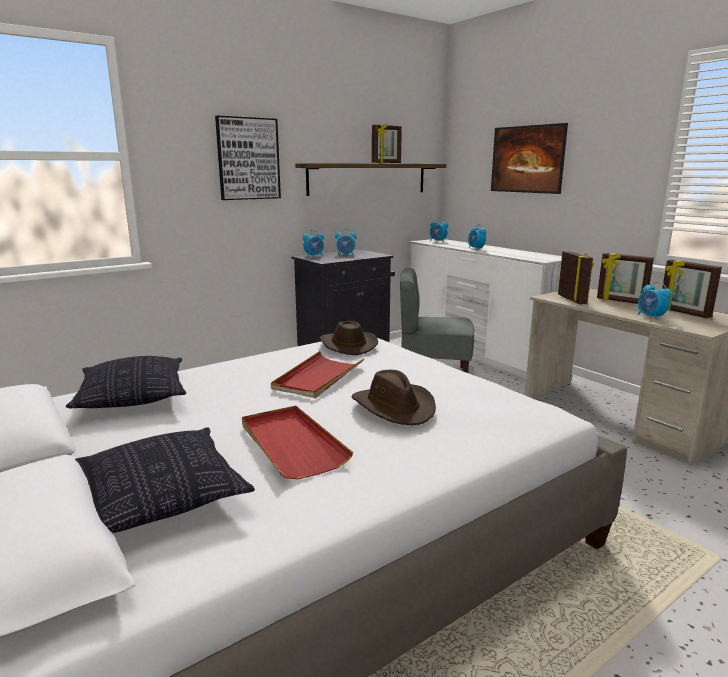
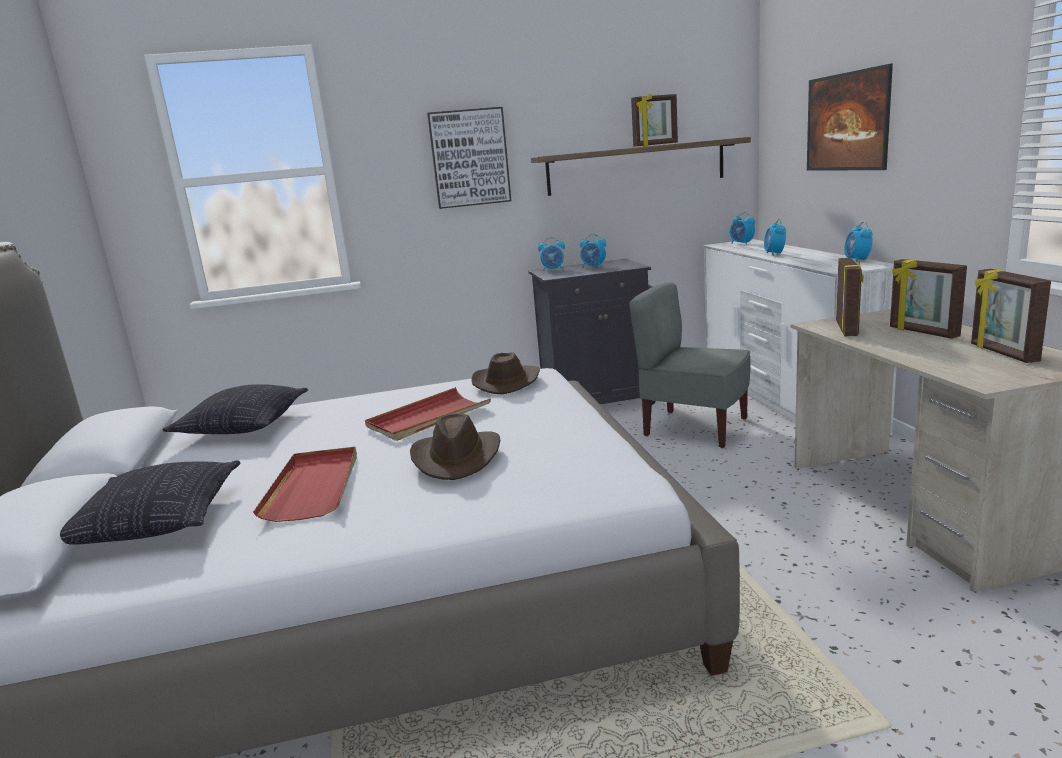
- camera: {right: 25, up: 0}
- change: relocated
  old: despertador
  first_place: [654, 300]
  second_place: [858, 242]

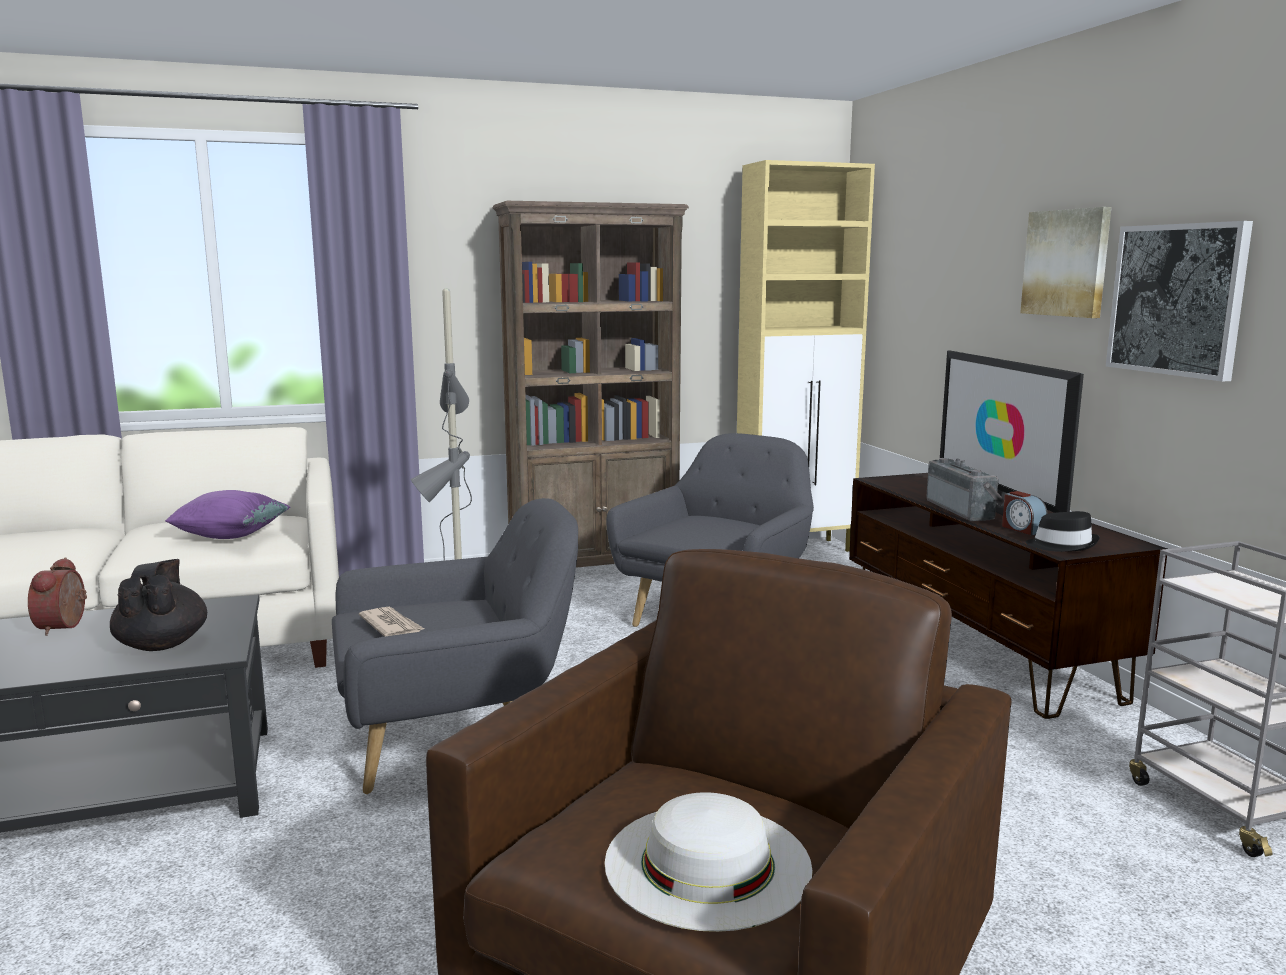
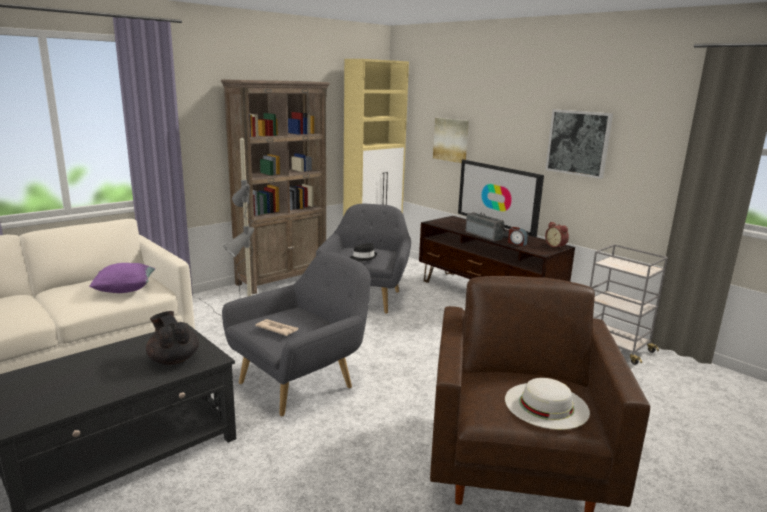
- camera: {right: -25, up: 5}
- change: relocated
  old: cuadro
  first_place: [1066, 262]
  second_place: [451, 140]
- change: relocated
  old: sombrero (negro)
  first_place: [1063, 531]
  second_place: [363, 252]
- change: relocated
  old: despertador
  first_place: [57, 596]
  second_place: [557, 235]

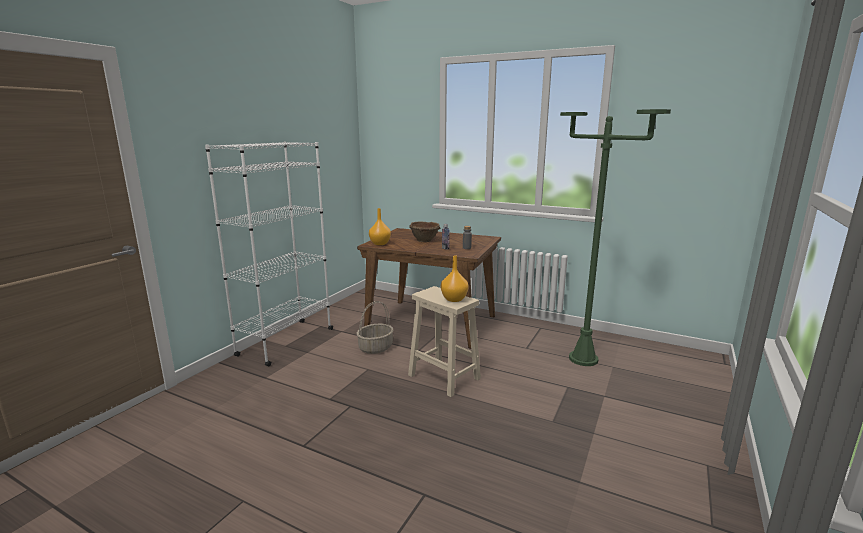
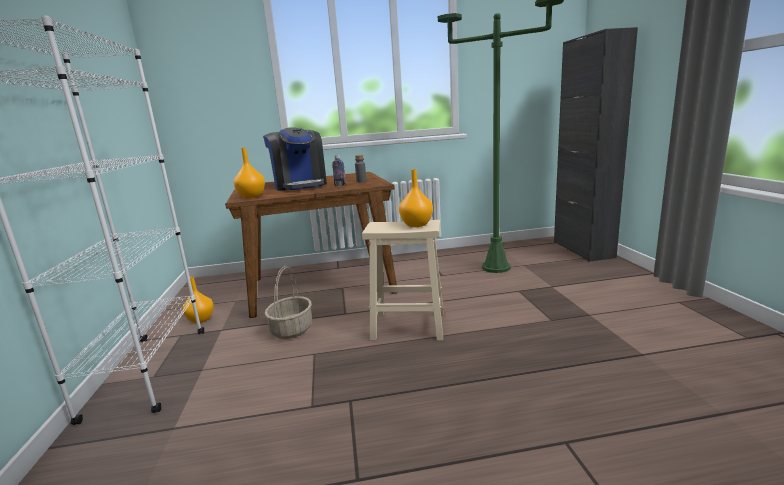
- camera: {right: -35, up: 0}
- change: exchanged
  old: cuenco (marrón)
  new: cafetera
  first_place: [424, 231]
  second_place: [295, 159]
- change: appeared
  new: armario (negro)
  second_place: [596, 144]
- change: appeared
  new: florero (naranja)
  second_place: [198, 300]

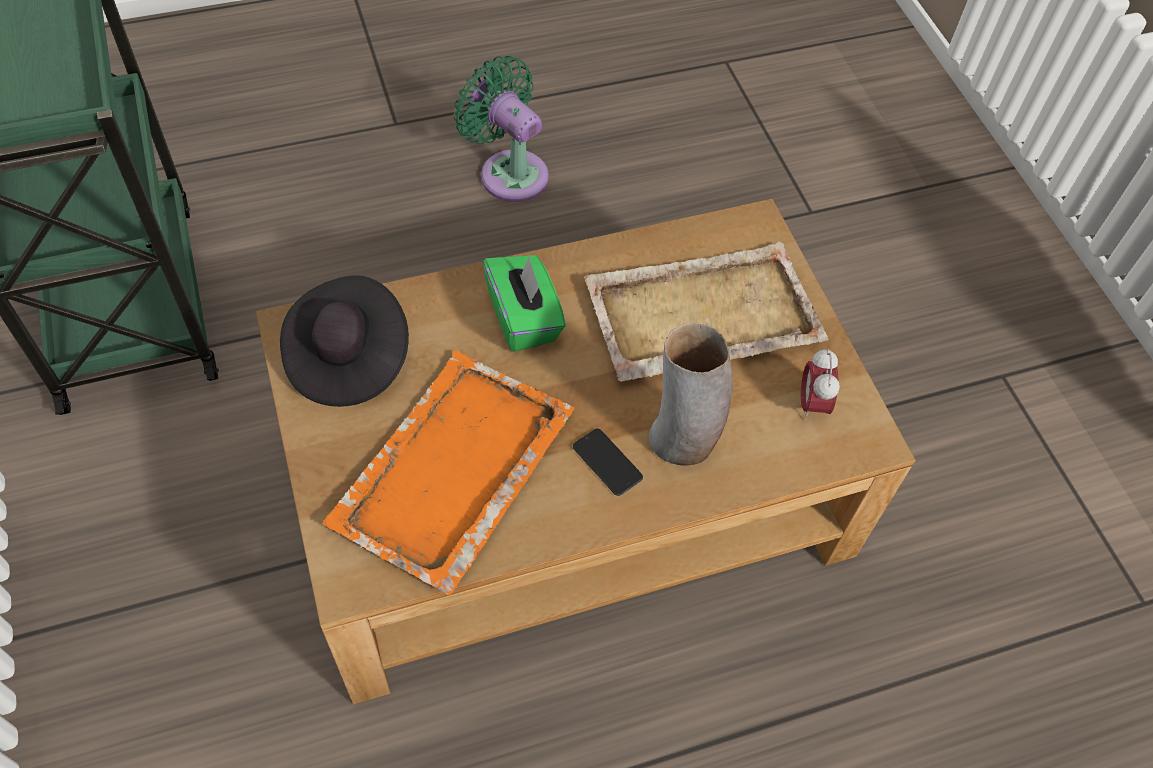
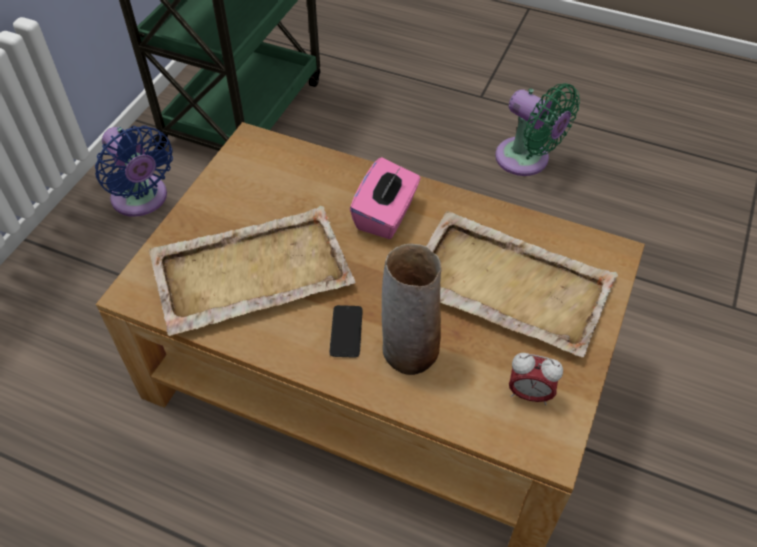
- camera: {right: 45, up: -5}
- change: spun
  old: ventilador (verde)
  first_place: [501, 129]
  second_place: [537, 129]
  degrees: 135
- change: colour
  old: caja de pañuelos (verde)
  new: caja de pañuelos (rosa)
  first_place: [524, 303]
  second_place: [385, 198]
- change: missing
  old: sombrero (negro)
  first_place: [344, 341]
- change: spun
  old: despertador
  first_place: [820, 384]
  second_place: [536, 379]
  degrees: -120
- change: colour
  old: bandeja (naranja)
  new: bandeja (beis)
  first_place: [448, 473]
  second_place: [252, 271]
- change: appeared
  new: ventilador (azul)
  second_place: [134, 171]

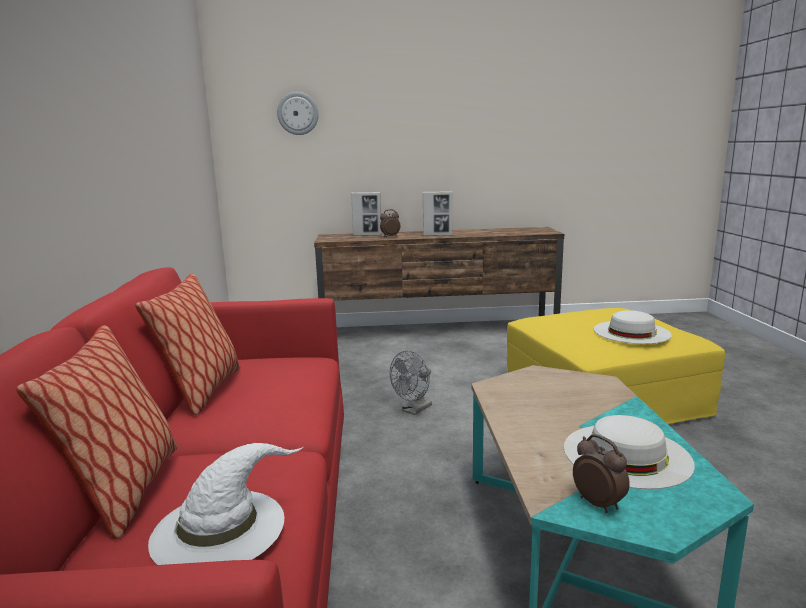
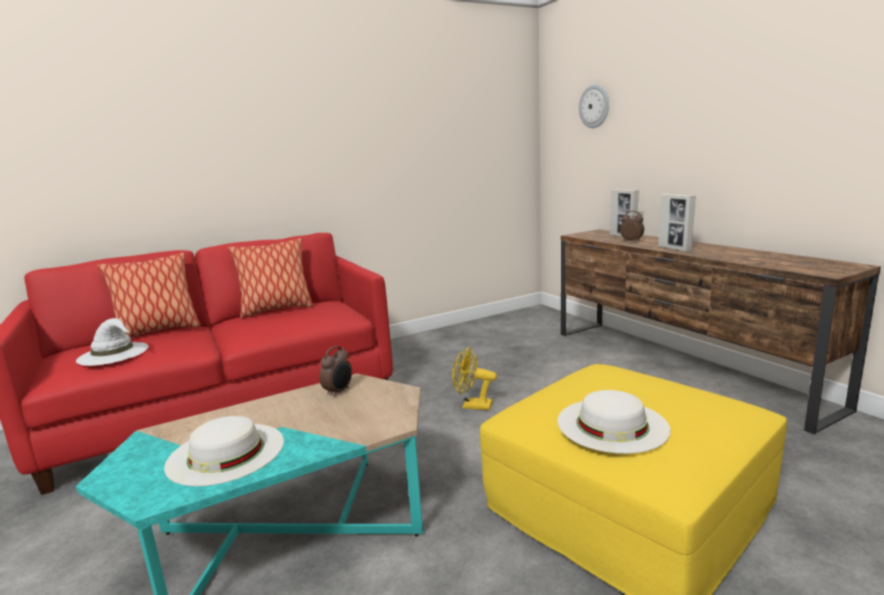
- camera: {right: 65, up: 0}
- change: colour
  old: ventilador (gris)
  new: ventilador (amarillo)
  first_place: [411, 383]
  second_place: [474, 378]
- change: relocated
  old: despertador
  first_place: [601, 473]
  second_place: [335, 371]

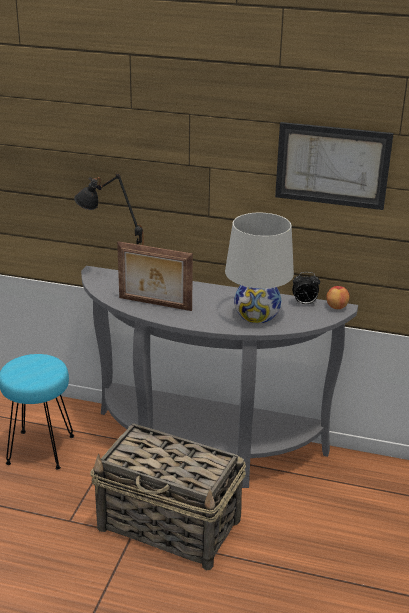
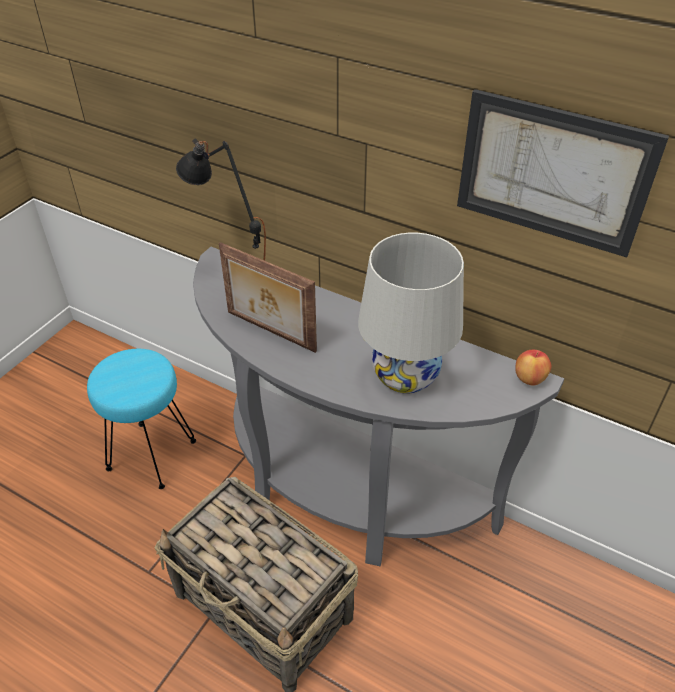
- camera: {right: 15, up: 15}
- change: missing
  old: despertador
  first_place: [306, 288]

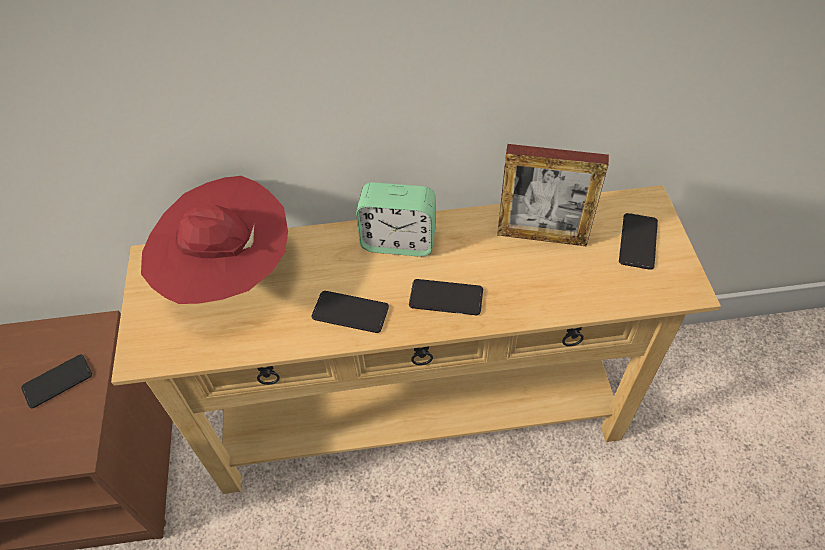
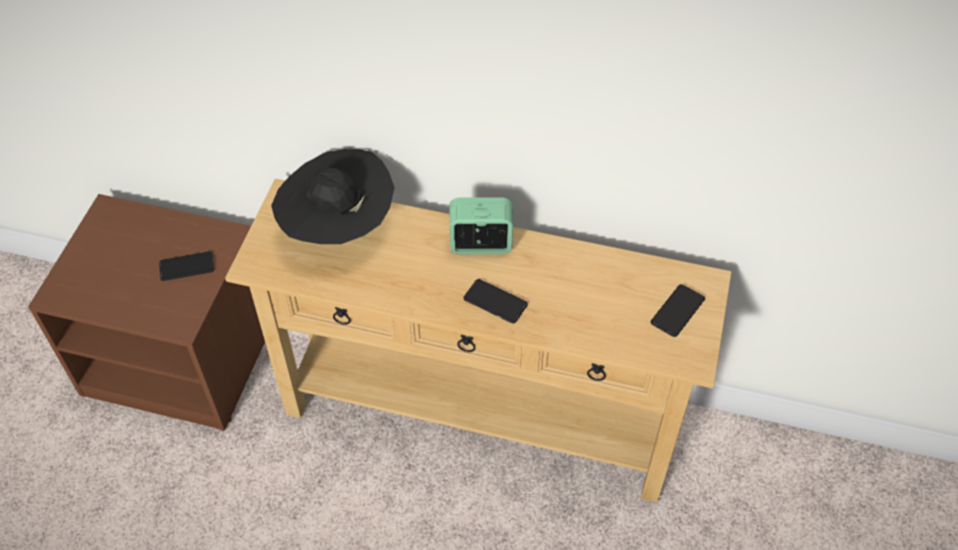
- camera: {right: 20, up: 0}
- change: missing
  old: portarretratos
  first_place: [553, 195]
- change: colour
  old: sombrero (rojo)
  new: sombrero (negro)
  first_place: [214, 240]
  second_place: [333, 196]
- change: spun
  old: despertador
  first_place: [396, 219]
  second_place: [481, 225]
  degrees: 150
- change: missing
  old: móvil
  first_place: [350, 312]

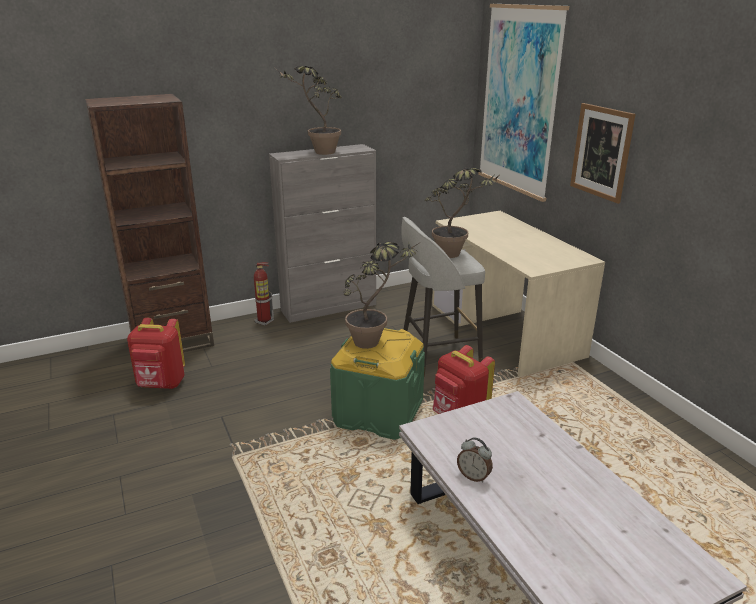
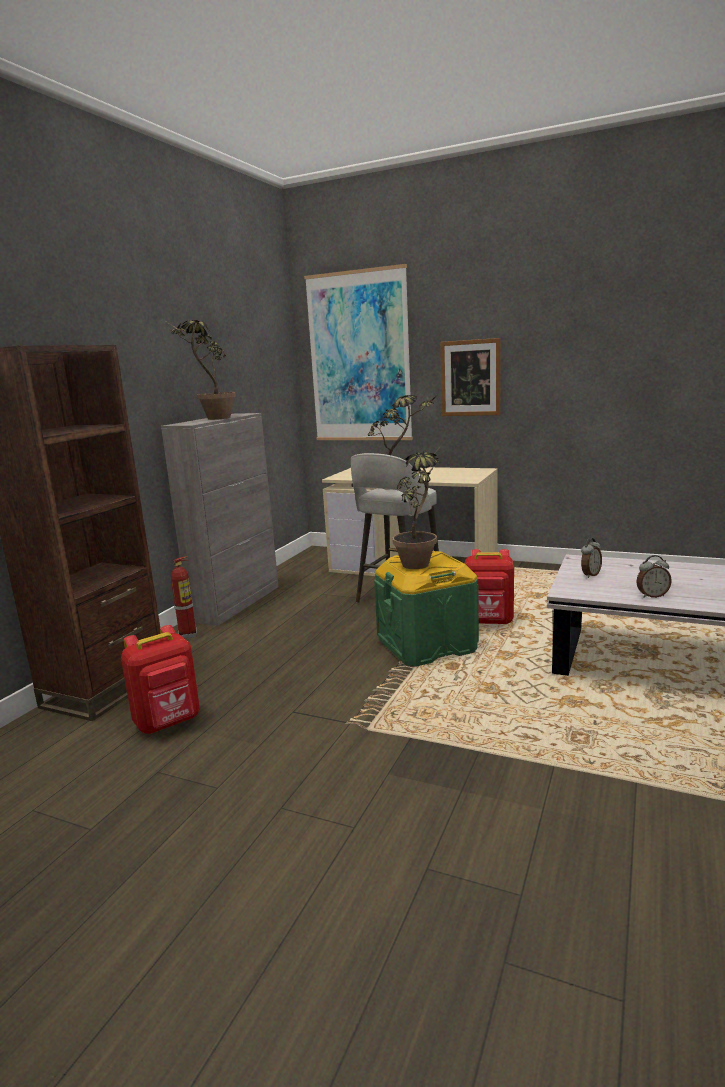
- camera: {right: -40, up: -10}
- change: appeared
  new: despertador
  second_place: [591, 558]

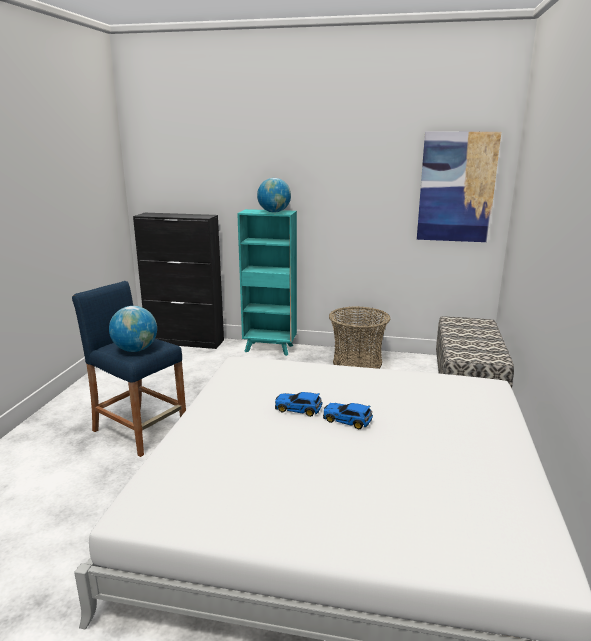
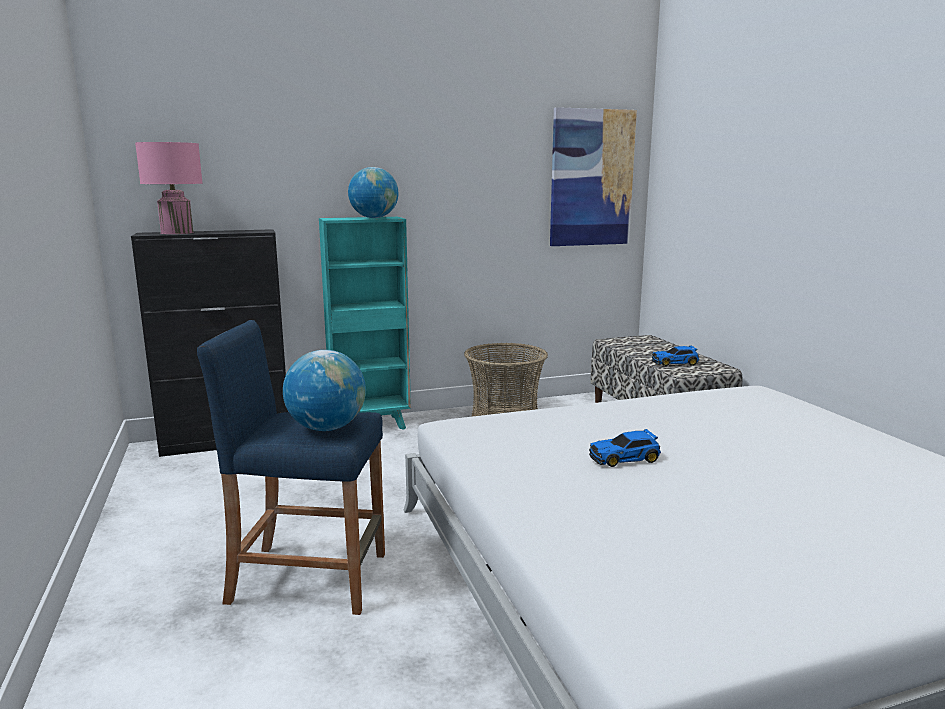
- camera: {right: -30, up: -5}
- change: relocated
  old: coche de juguete
  first_place: [348, 416]
  second_place: [675, 355]
- change: appeared
  new: lámpara de mesa (rosa)
  second_place: [169, 188]

